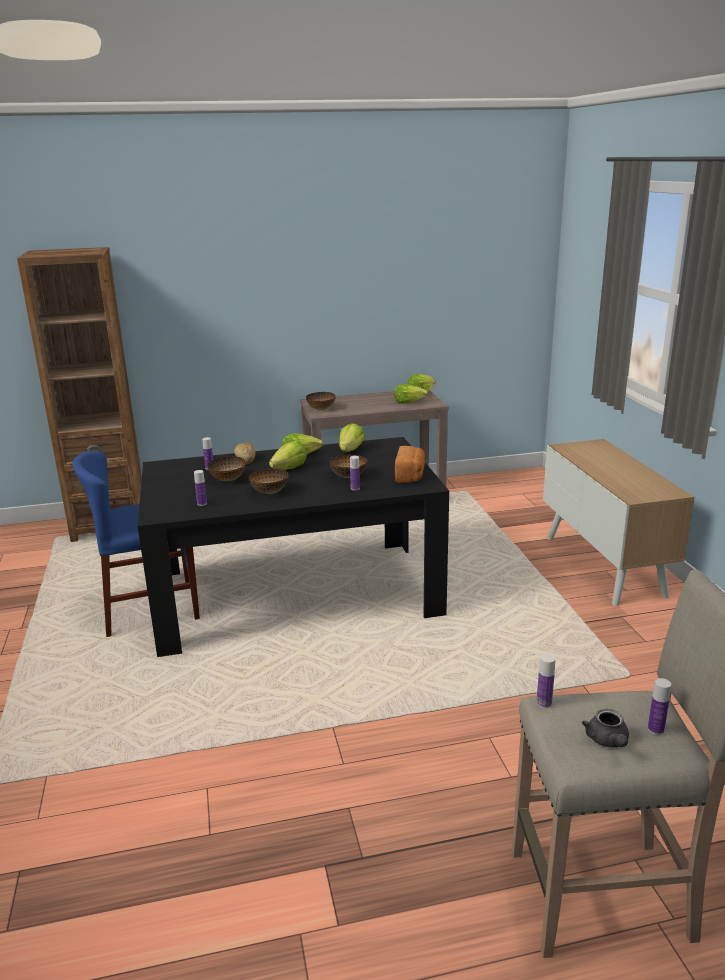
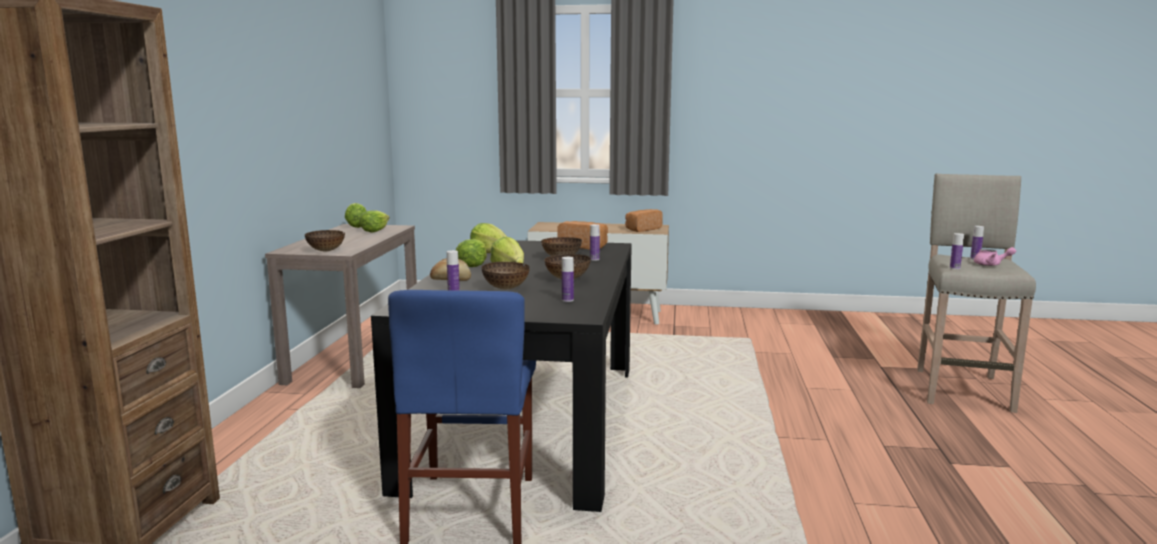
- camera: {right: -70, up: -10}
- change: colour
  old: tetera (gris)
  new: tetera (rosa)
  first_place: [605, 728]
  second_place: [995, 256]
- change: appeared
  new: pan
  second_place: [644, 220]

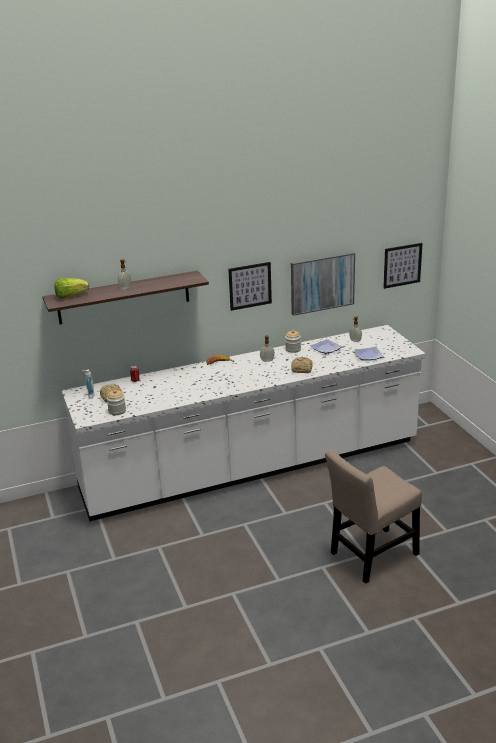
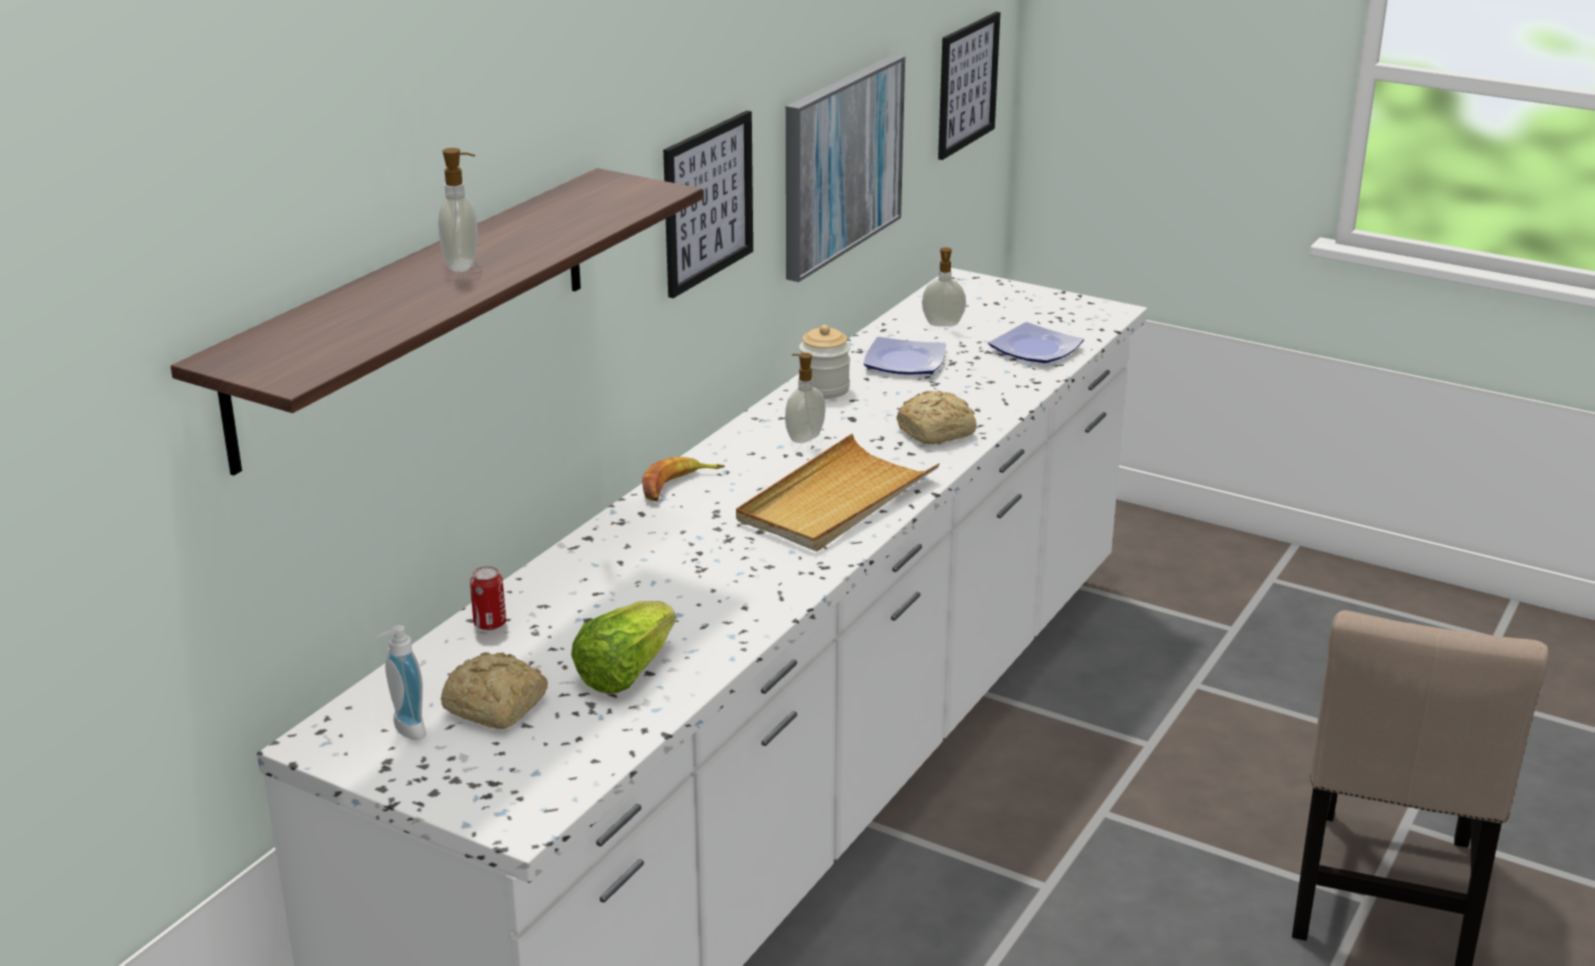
- camera: {right: -40, up: 0}
- change: relocated
  old: lechuga
  first_place: [71, 288]
  second_place: [623, 647]
- change: missing
  old: tarro
  first_place: [116, 402]
- change: appeared
  new: bandeja (beis)
  second_place: [837, 492]

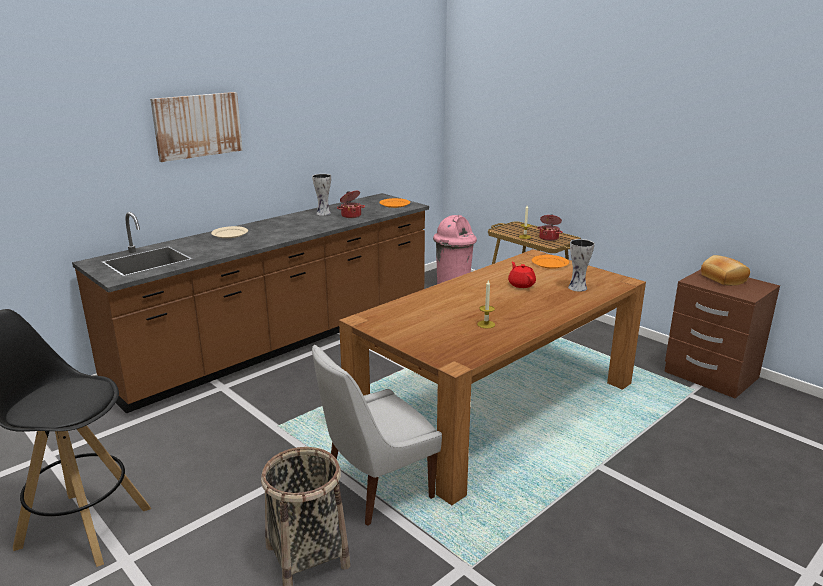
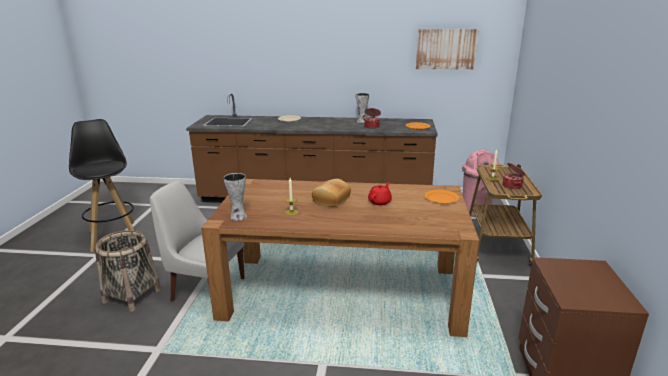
- camera: {right: 50, up: 0}
- change: relocated
  old: cuadro
  first_place: [196, 127]
  second_place: [447, 49]
- change: relocated
  old: florero
  first_place: [581, 265]
  second_place: [235, 197]
- change: relocated
  old: pan
  first_place: [725, 270]
  second_place: [331, 193]

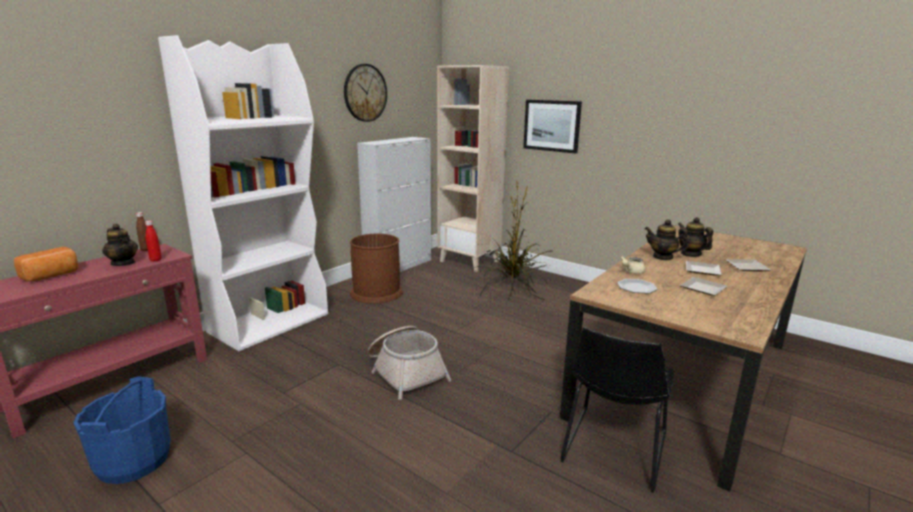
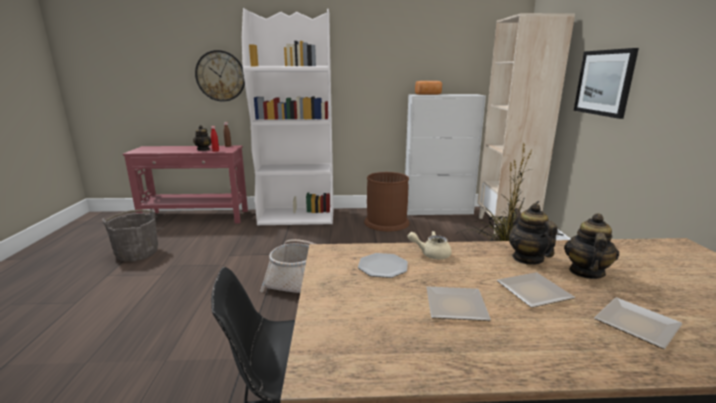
- camera: {right: 50, up: 0}
- change: relocated
  old: reloj de pared
  first_place: [365, 93]
  second_place: [220, 76]
- change: relocated
  old: pan
  first_place: [46, 264]
  second_place: [428, 88]
- change: colour
  old: cubo (azul)
  new: cubo (gris)
  first_place: [122, 430]
  second_place: [130, 235]

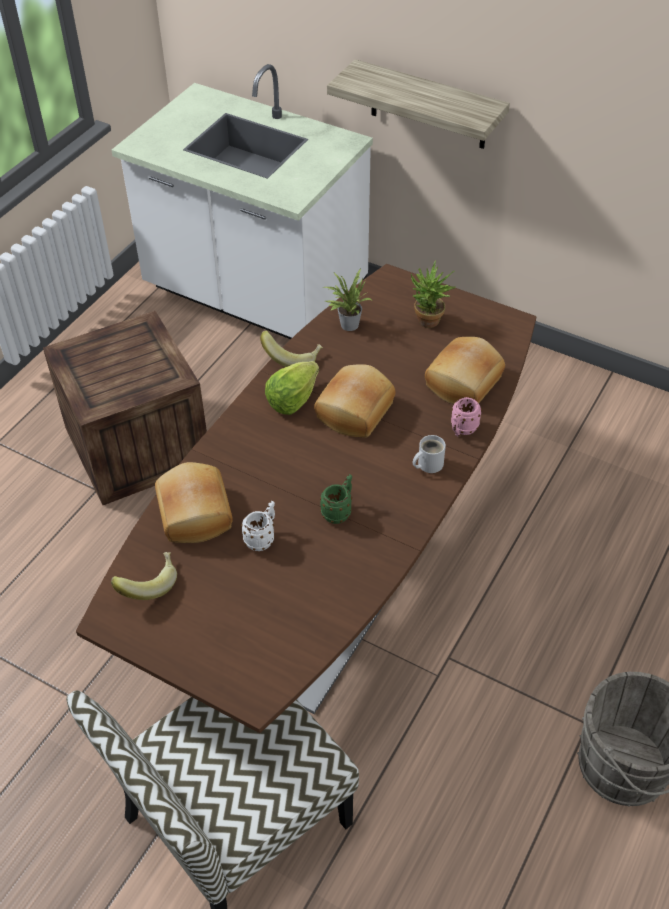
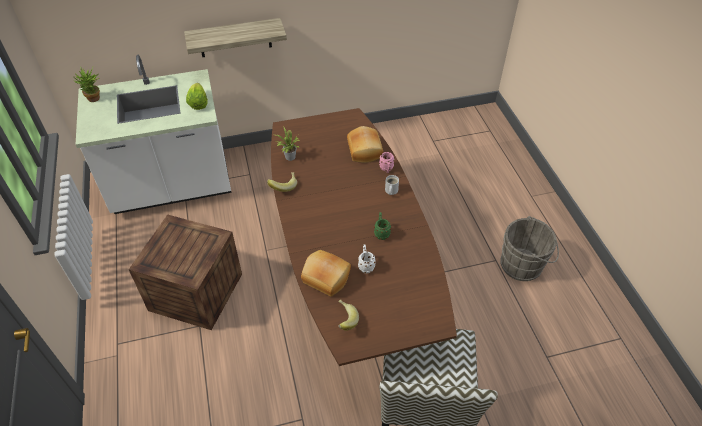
- camera: {right: -45, up: 0}
- change: relocated
  old: planta en maceta
  first_place: [433, 294]
  second_place: [87, 84]
- change: relocated
  old: lechuga
  first_place: [292, 388]
  second_place: [197, 96]
- change: missing
  old: pan
  first_place: [355, 401]

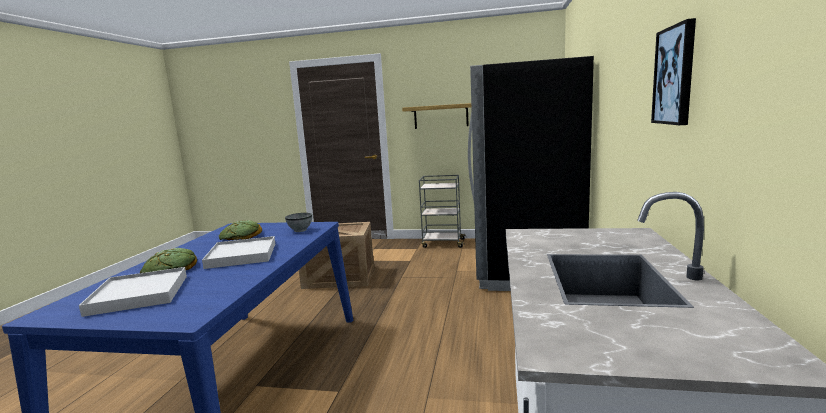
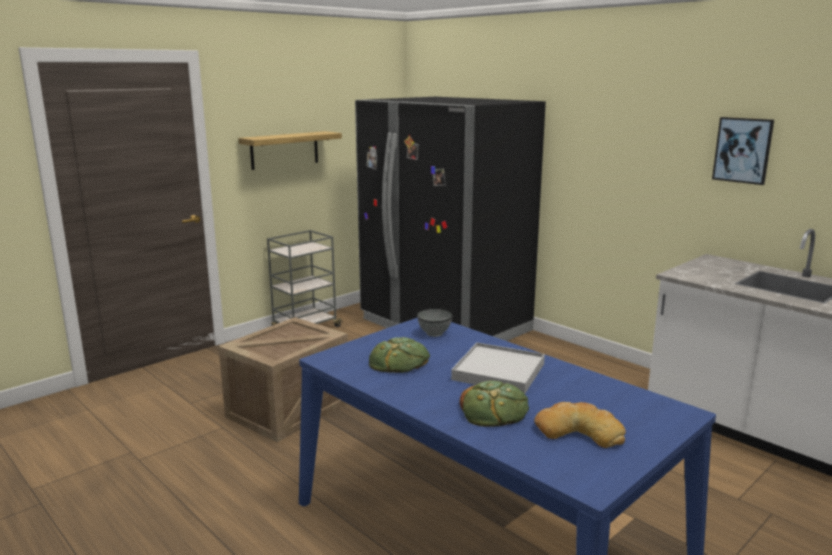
- camera: {right: -55, up: 5}
- change: exchanged
  old: bandeja (blanco)
  new: pan
  first_place: [133, 292]
  second_place: [580, 425]

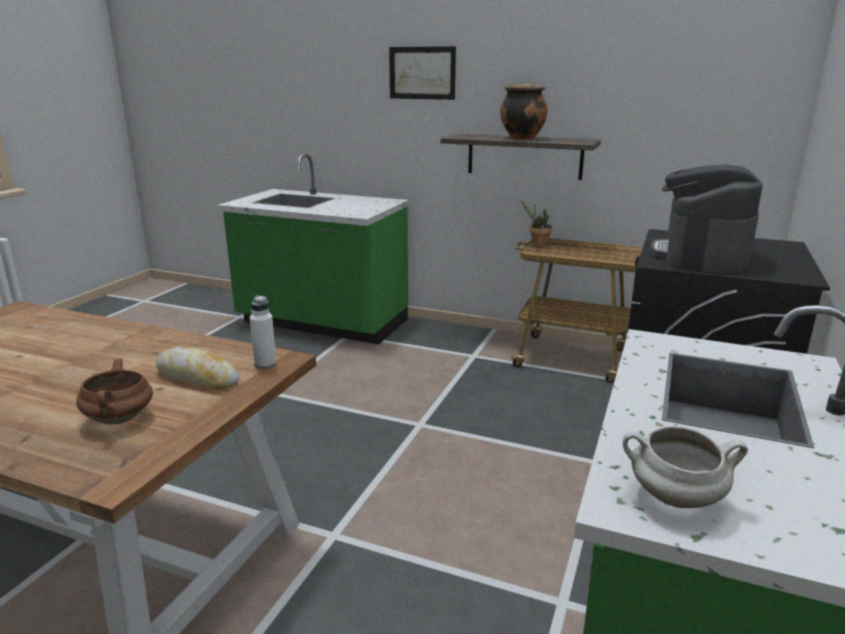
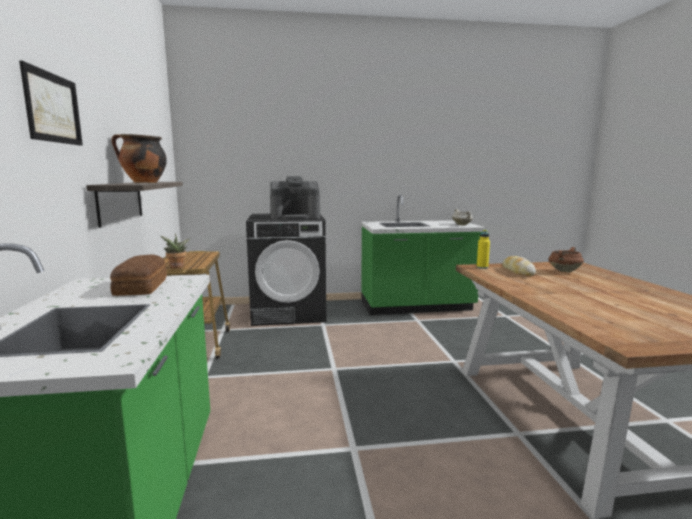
- camera: {right: -120, up: -10}
- change: colour
  old: botella (blanco)
  new: botella (amarillo)
  first_place: [263, 332]
  second_place: [483, 249]
- change: appeared
  new: pan
  second_place: [138, 275]

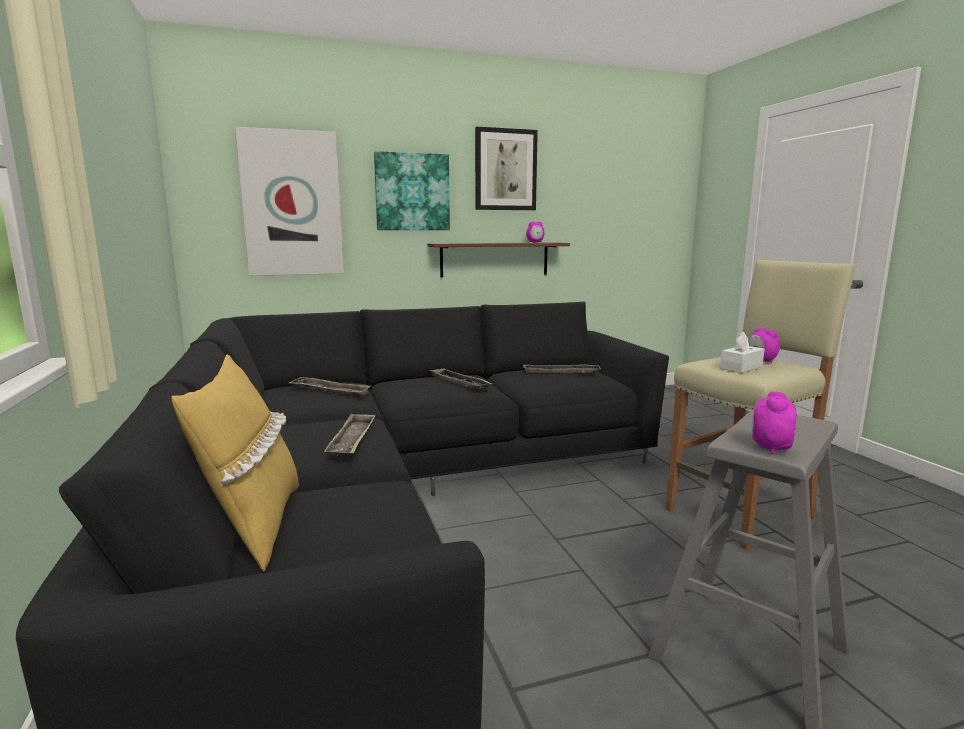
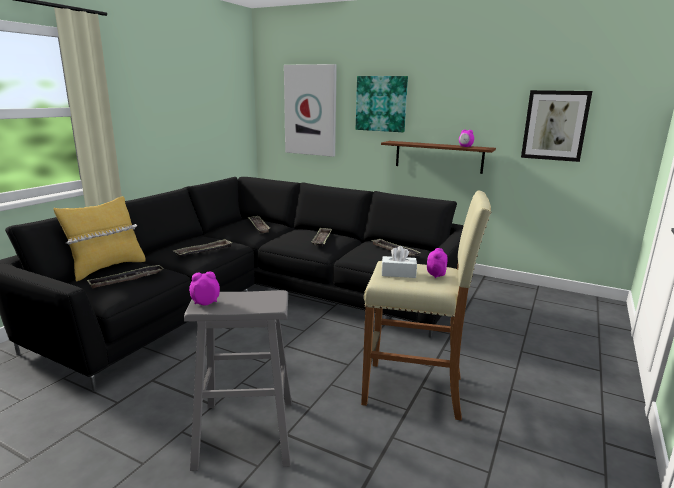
- camera: {right: 45, up: 5}
- change: relocated
  old: cuadro
  first_place: [506, 168]
  second_place: [556, 126]
- change: appeared
  new: bandeja
  second_place: [125, 277]

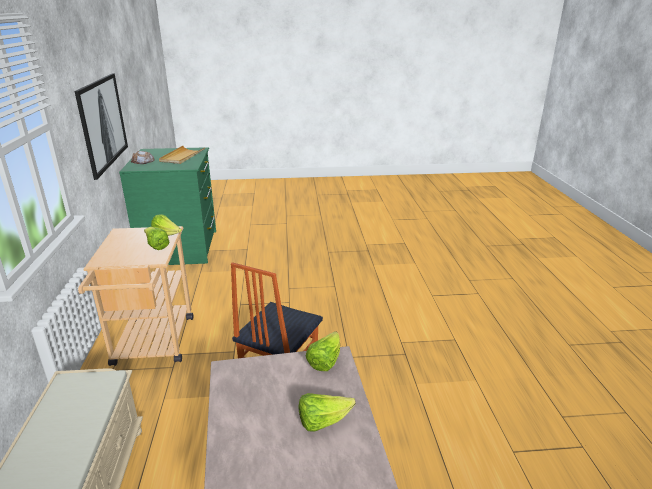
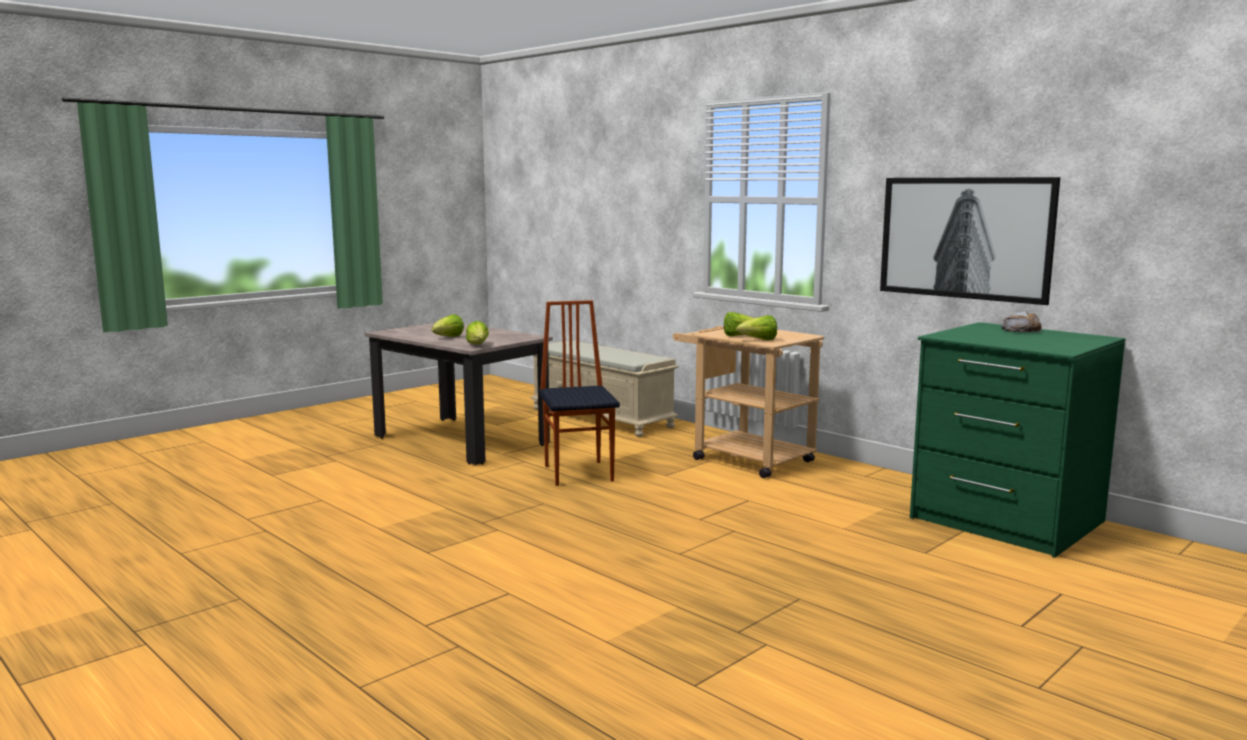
- camera: {right: 140, up: -15}
- change: missing
  old: bandeja (beis)
  first_place: [182, 155]

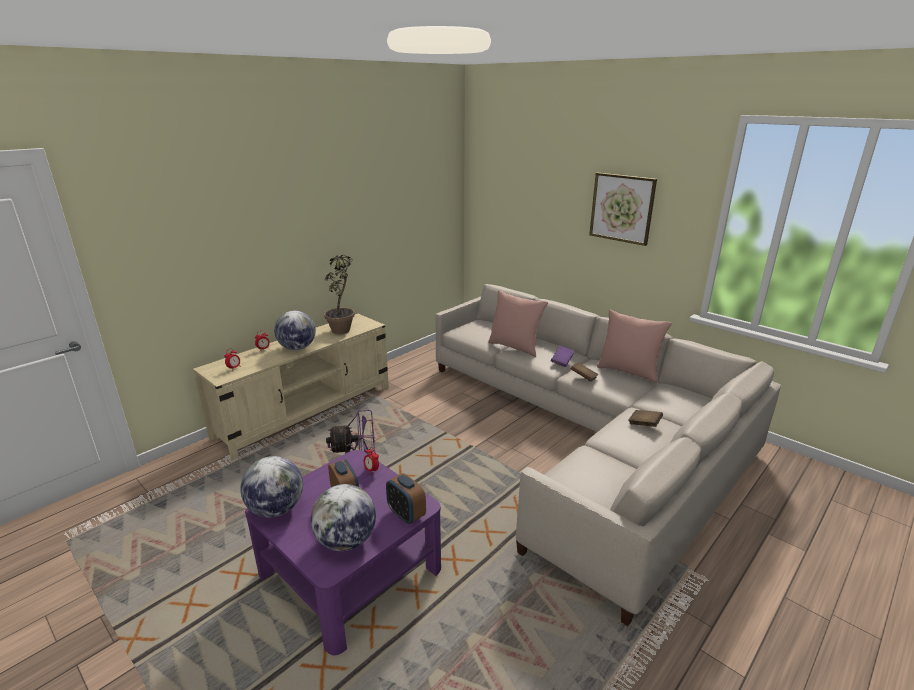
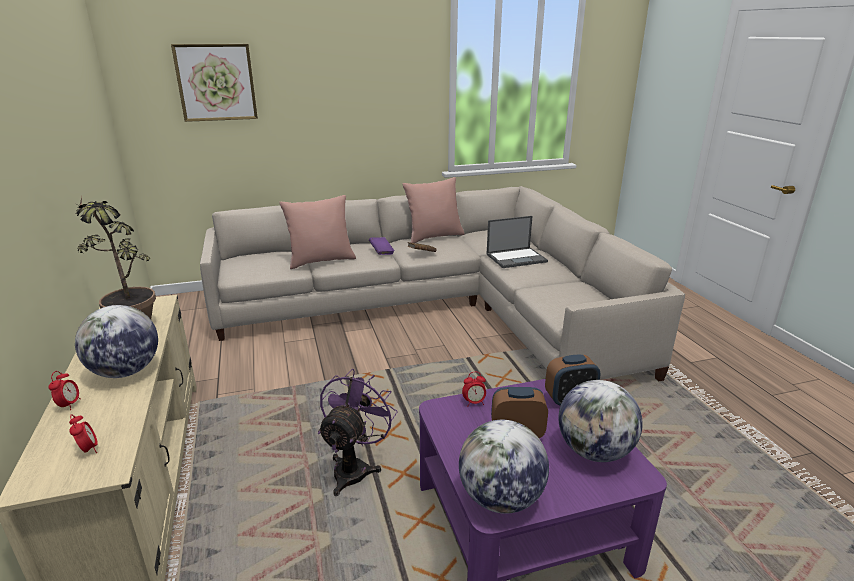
- camera: {right: -60, up: 0}
- change: relocated
  old: cuadro
  first_place: [623, 209]
  second_place: [214, 83]
- change: exchanged
  old: libro (marrón)
  new: portátil
  first_place: [646, 418]
  second_place: [517, 242]

